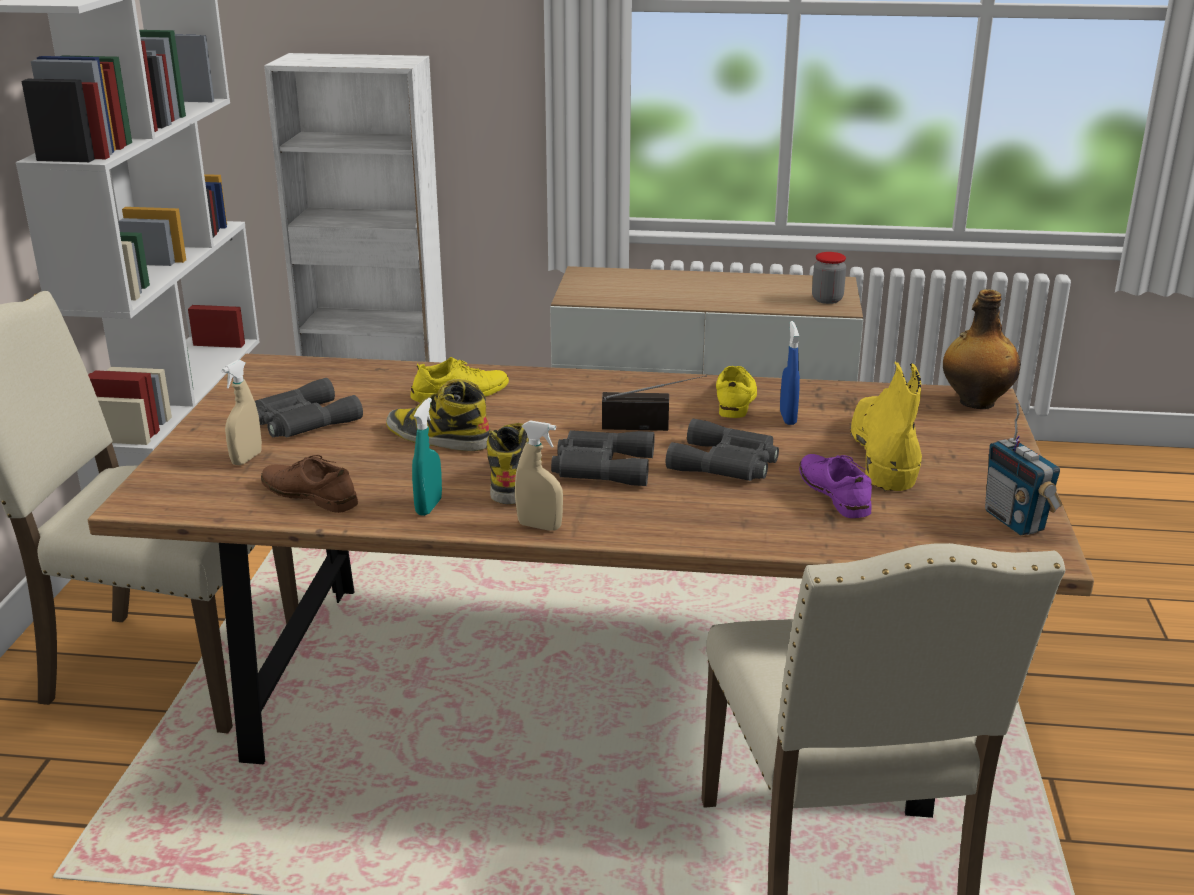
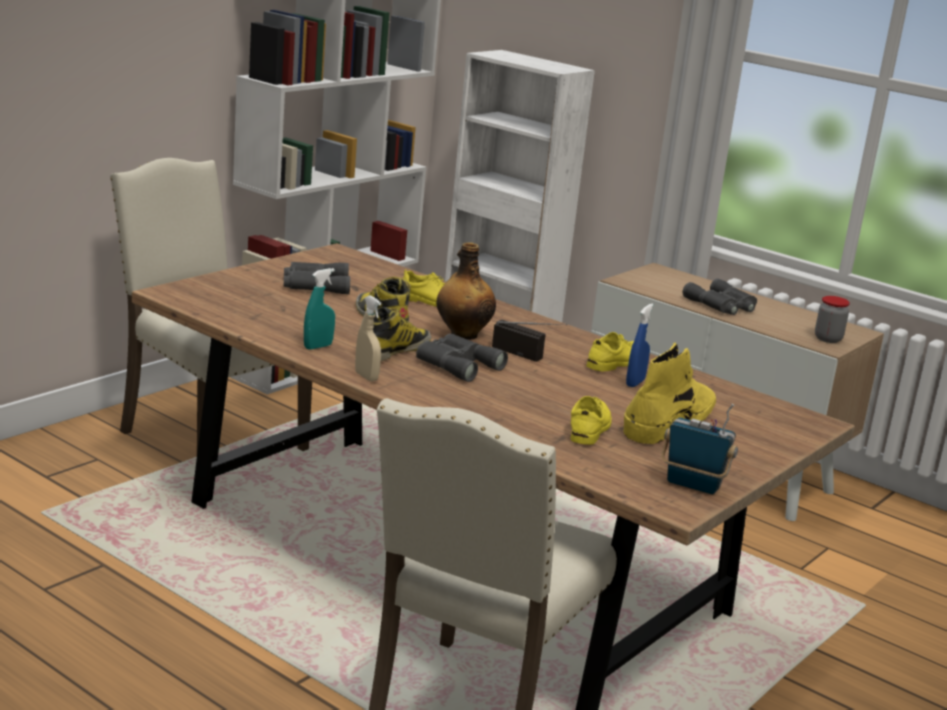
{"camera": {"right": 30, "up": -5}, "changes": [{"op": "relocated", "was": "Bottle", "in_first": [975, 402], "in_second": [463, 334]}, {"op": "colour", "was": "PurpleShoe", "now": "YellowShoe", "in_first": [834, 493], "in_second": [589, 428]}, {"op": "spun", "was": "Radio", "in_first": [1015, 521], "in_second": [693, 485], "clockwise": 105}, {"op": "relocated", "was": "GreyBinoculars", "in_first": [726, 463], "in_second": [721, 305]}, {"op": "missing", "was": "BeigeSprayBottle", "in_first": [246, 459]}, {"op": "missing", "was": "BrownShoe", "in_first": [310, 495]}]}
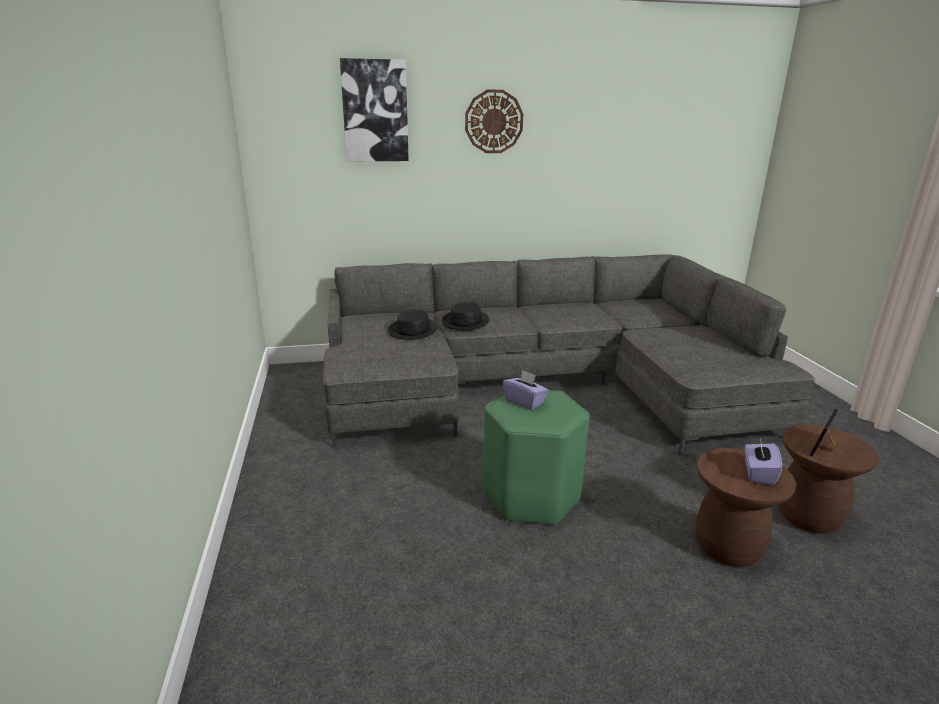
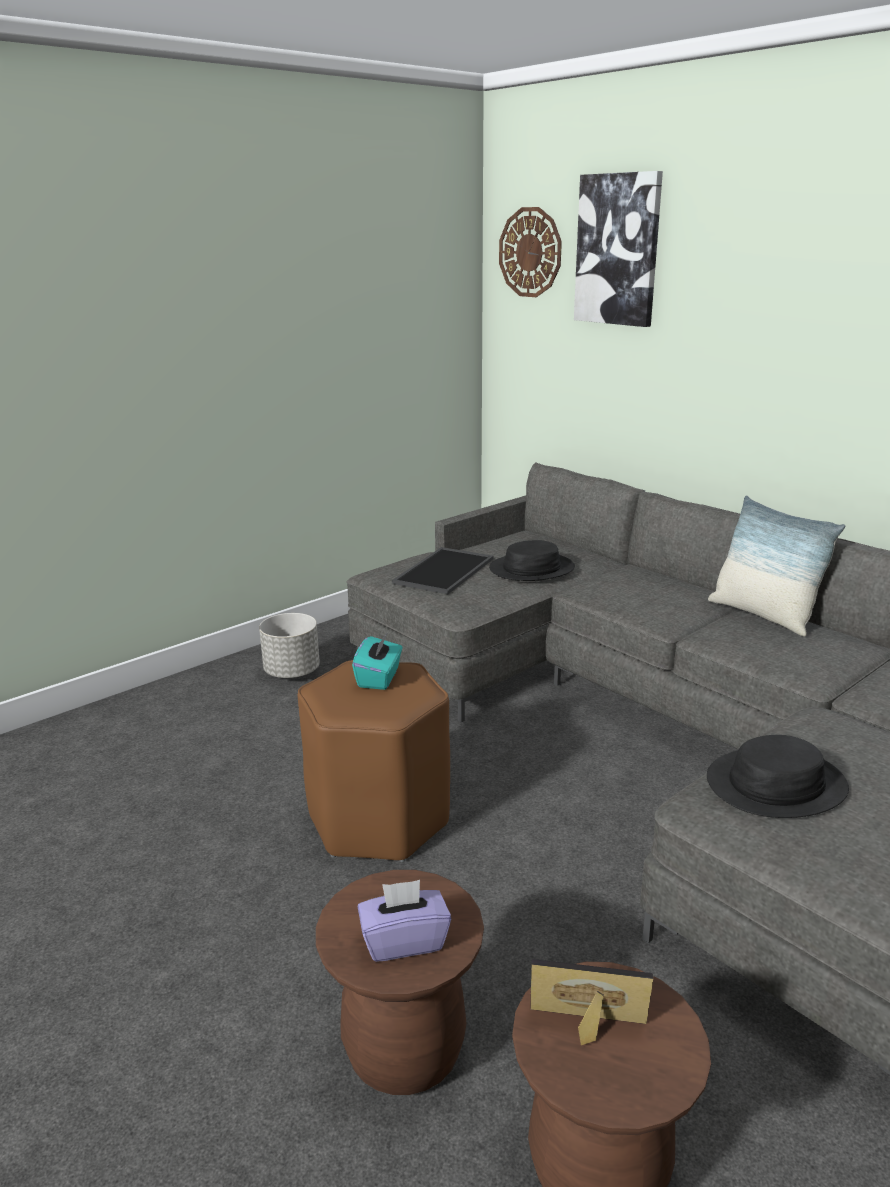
{"camera": {"right": 60, "up": 0}, "changes": [{"op": "appeared", "now": "GreyPlanter", "in_second": [292, 672]}, {"op": "colour", "was": "GreenStool", "now": "BrownStool", "in_first": [530, 496], "in_second": [379, 819]}, {"op": "colour", "was": "PurpleTissueBox", "now": "TurquoiseTissueBox", "in_first": [524, 402], "in_second": [379, 678]}, {"op": "appeared", "now": "Tray", "in_second": [443, 570]}, {"op": "relocated", "was": "WallClock", "in_first": [494, 121], "in_second": [530, 252]}, {"op": "relocated", "was": "BlackHat", "in_first": [465, 321], "in_second": [776, 785]}, {"op": "appeared", "now": "Pillow", "in_second": [763, 615]}]}
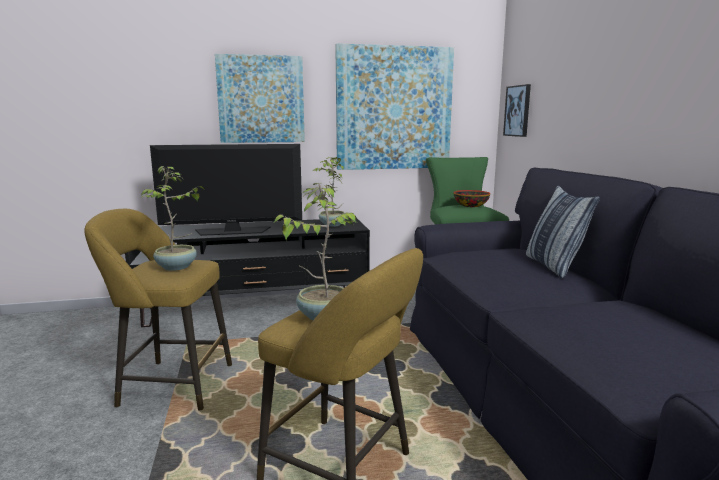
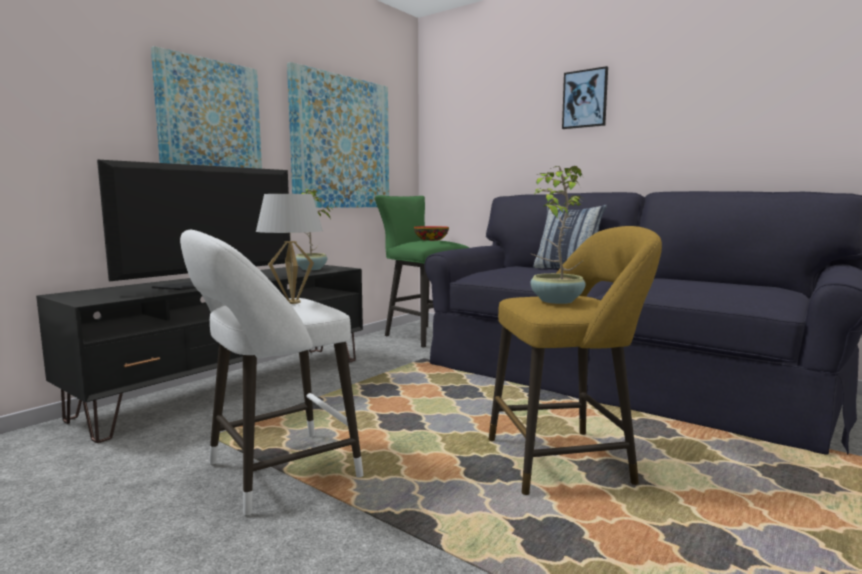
{"camera": {"right": -40, "up": -5}, "changes": [{"op": "colour", "was": "YellowStool", "now": "WhiteStool", "in_first": [170, 385], "in_second": [274, 473]}, {"op": "exchanged", "was": "PottedPlant", "now": "WhiteTableLamp", "in_first": [177, 267], "in_second": [292, 302]}, {"op": "relocated", "was": "Picture", "in_first": [518, 111], "in_second": [585, 99]}]}
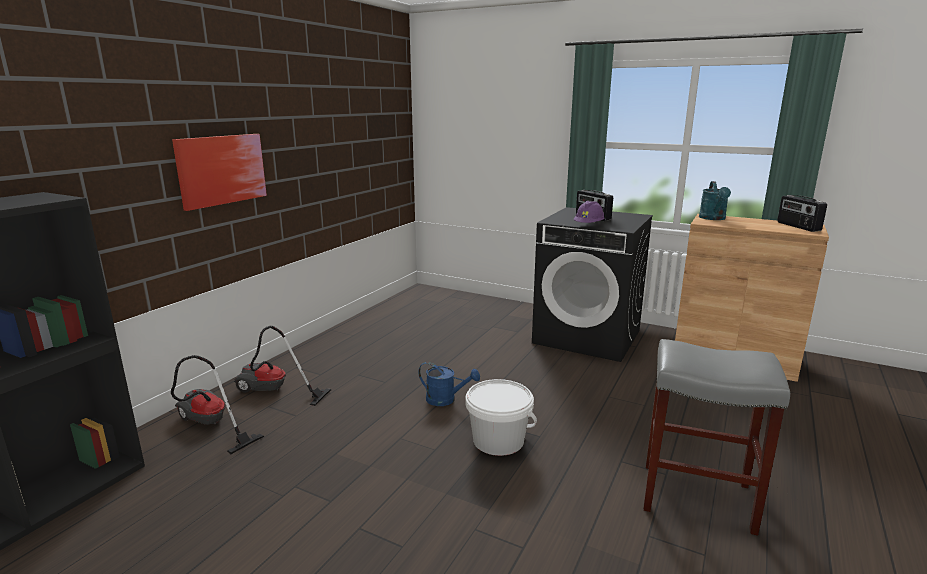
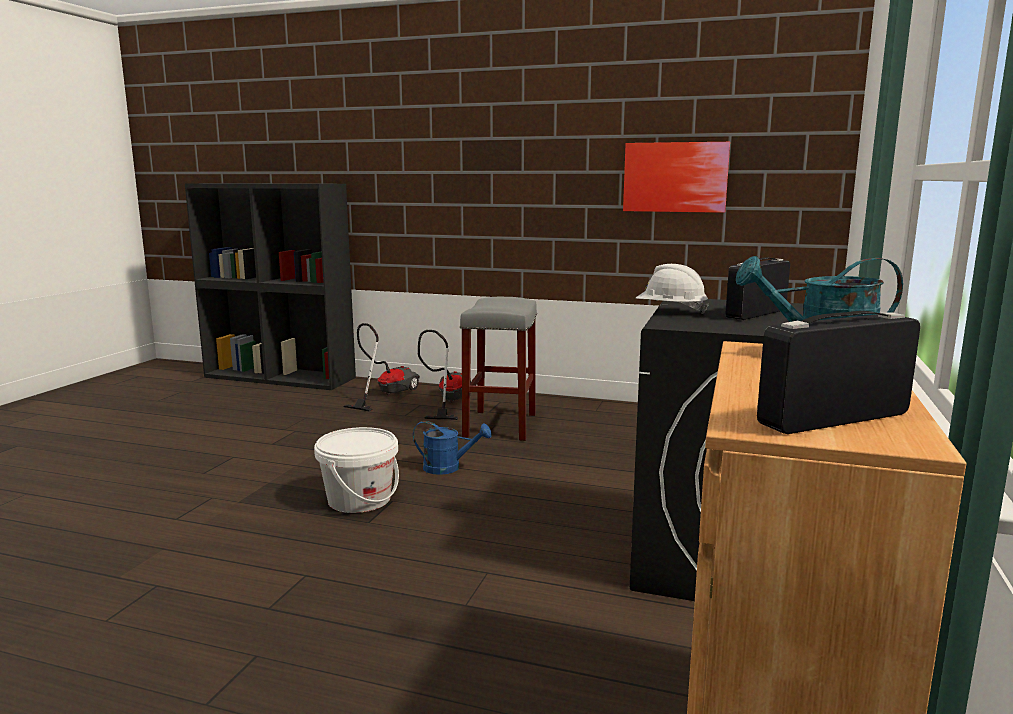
{"camera": {"right": 80, "up": -5}, "changes": [{"op": "spun", "was": "BlueWateringCan", "in_first": [446, 400], "in_second": [448, 468], "clockwise": -90}, {"op": "relocated", "was": "GreyStool", "in_first": [695, 497], "in_second": [500, 425]}, {"op": "relocated", "was": "Picture", "in_first": [221, 170], "in_second": [675, 177]}, {"op": "colour", "was": "PurpleHardHat", "now": "WhiteHardHat", "in_first": [588, 225], "in_second": [670, 312]}]}
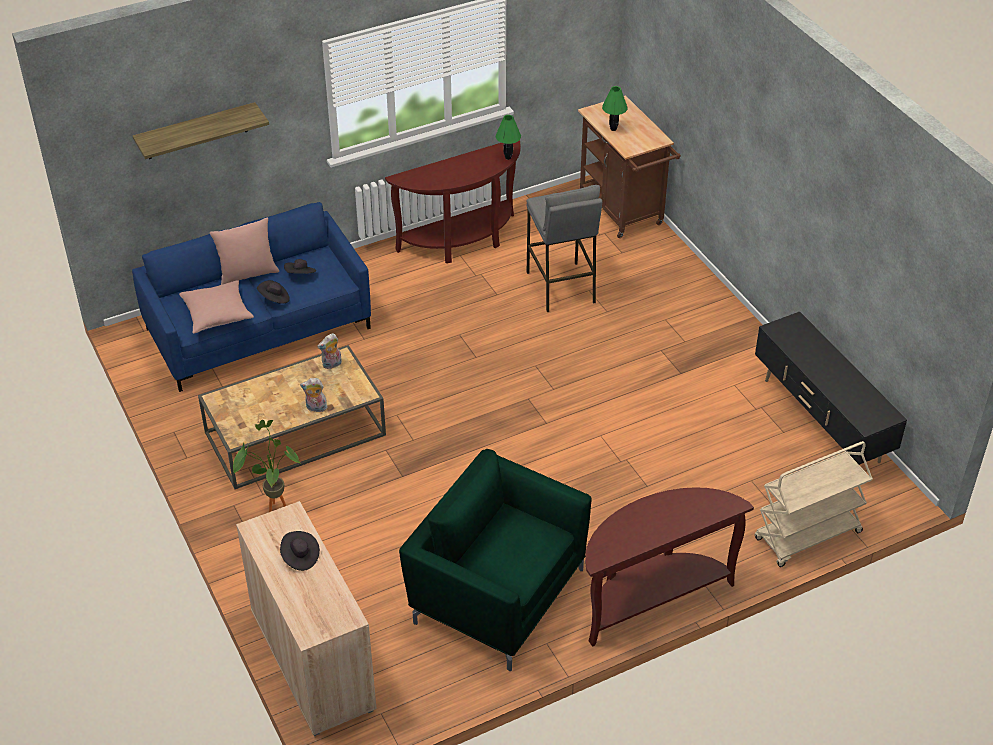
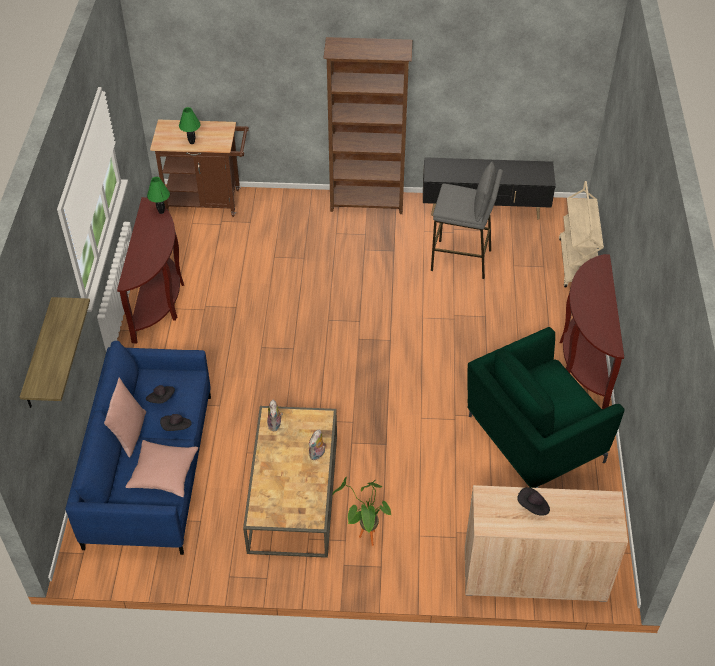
{"camera": {"right": -60, "up": 5}, "changes": [{"op": "appeared", "now": "BrownBookcase", "in_second": [367, 203]}, {"op": "relocated", "was": "GreyStool", "in_first": [561, 287], "in_second": [461, 260]}]}
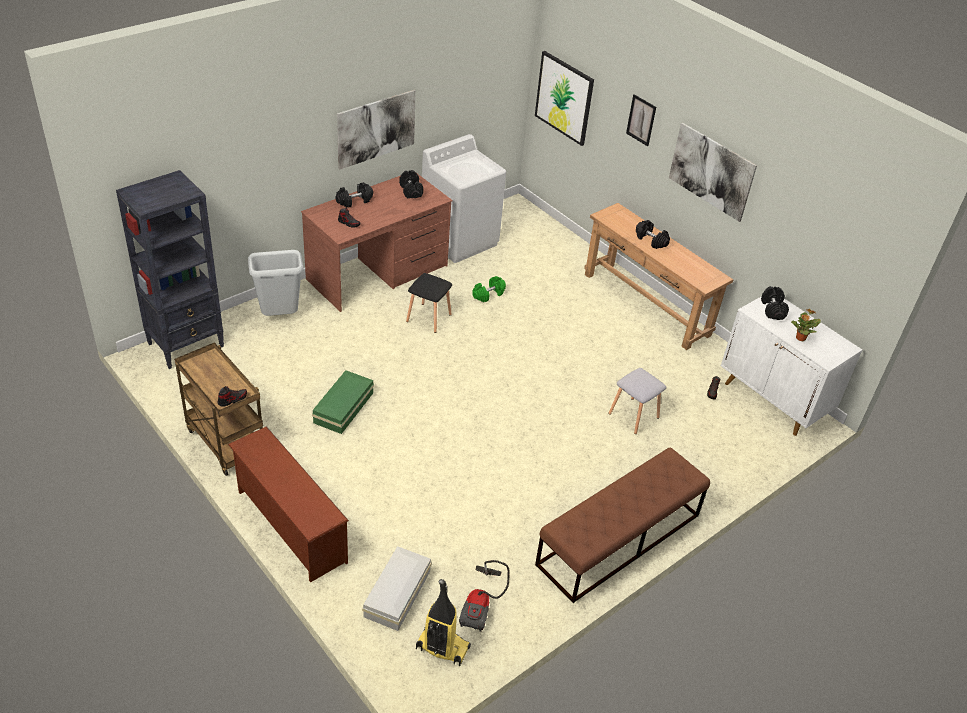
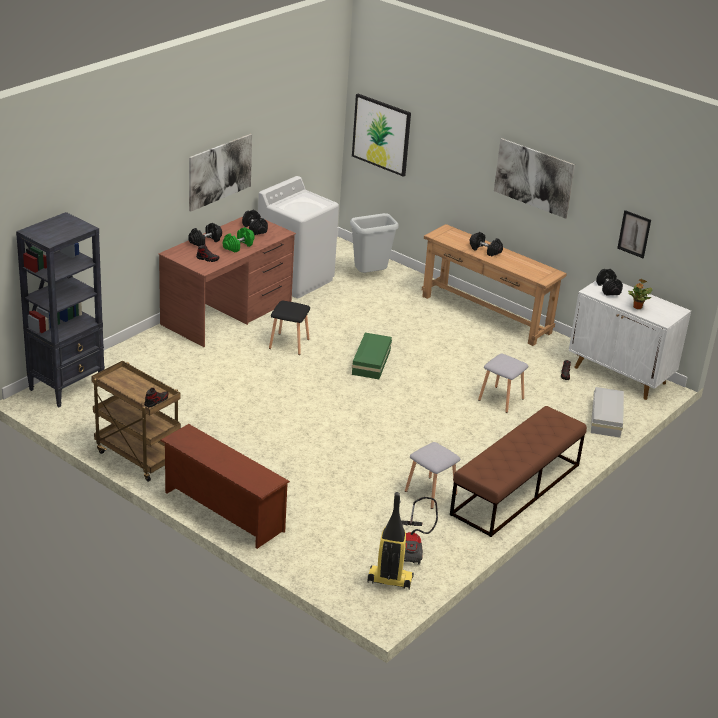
{"camera": {"right": -10, "up": -10}, "changes": [{"op": "relocated", "was": "GreenDumbbell", "in_first": [488, 295], "in_second": [238, 246]}, {"op": "relocated", "was": "GreyTrashCan", "in_first": [280, 316], "in_second": [370, 275]}, {"op": "relocated", "was": "GreenStorageBox", "in_first": [345, 407], "in_second": [372, 362]}, {"op": "appeared", "now": "GreyStool", "in_second": [431, 492]}, {"op": "relocated", "was": "WhiteStorageBox", "in_first": [396, 594], "in_second": [605, 419]}, {"op": "relocated", "was": "Picture", "in_first": [641, 120], "in_second": [634, 234]}]}
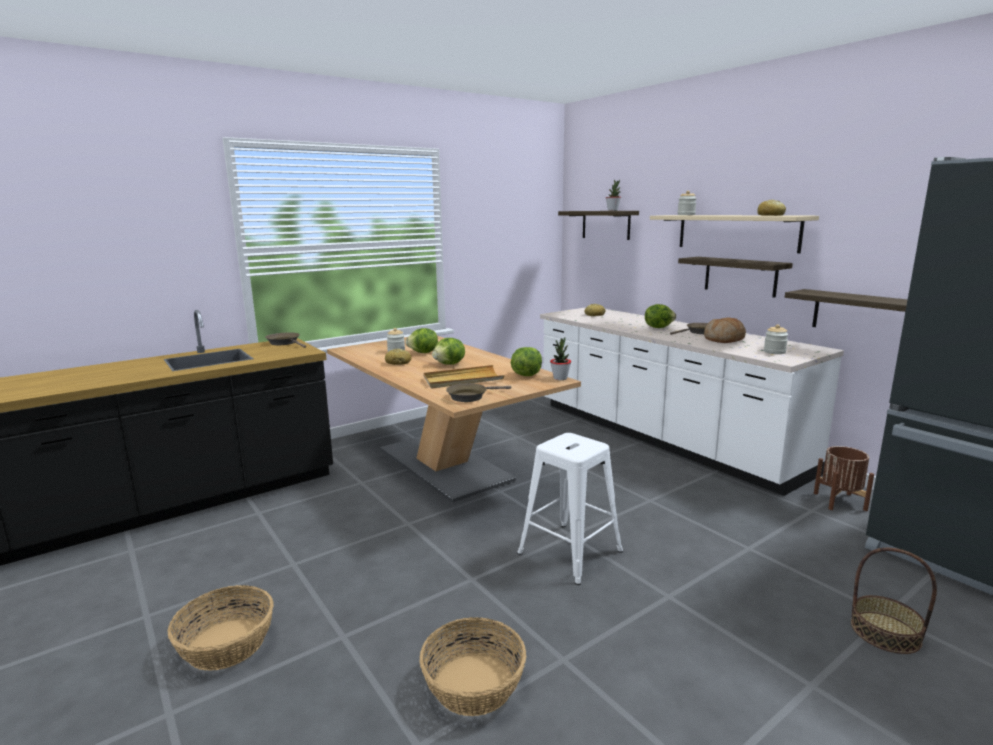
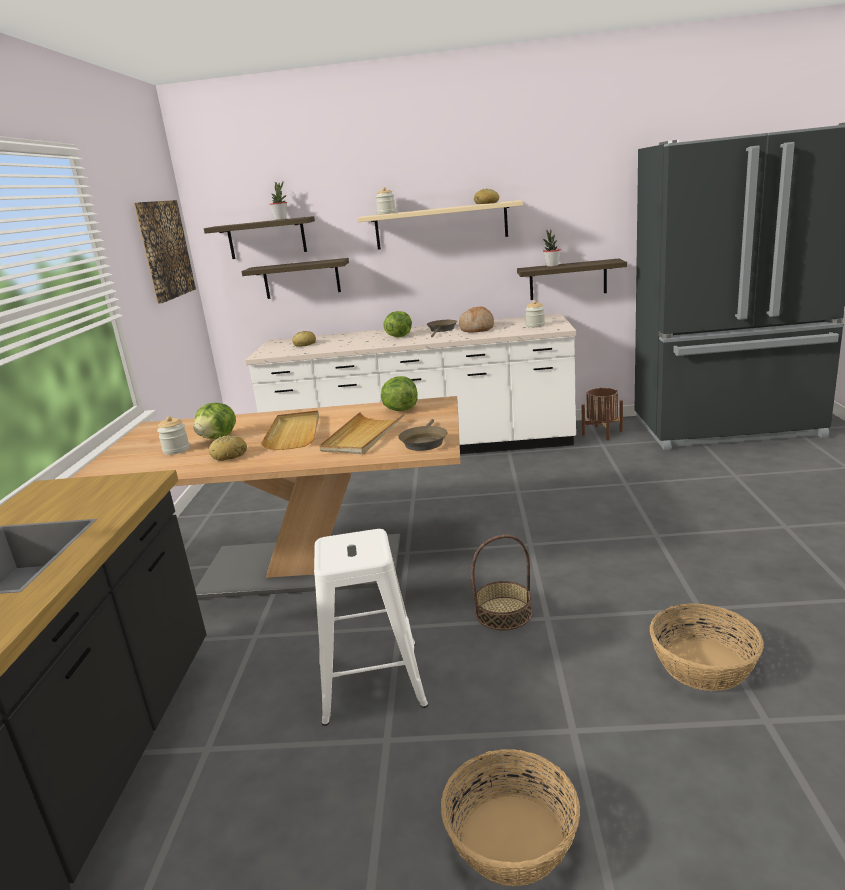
{"camera": {"right": -50, "up": 5}, "changes": [{"op": "appeared", "now": "Picture", "in_second": [164, 250]}, {"op": "relocated", "was": "Shelf", "in_first": [740, 276], "in_second": [301, 279]}, {"op": "exchanged", "was": "Lettuce", "now": "BeigeTray", "in_first": [450, 364], "in_second": [294, 433]}, {"op": "relocated", "was": "WhiteStool", "in_first": [570, 553], "in_second": [373, 681]}, {"op": "relocated", "was": "Basket", "in_first": [885, 632], "in_second": [503, 613]}, {"op": "relocated", "was": "PottedPlant", "in_first": [560, 378], "in_second": [552, 265]}, {"op": "missing", "was": "BrownFryingPan", "in_first": [285, 343]}]}
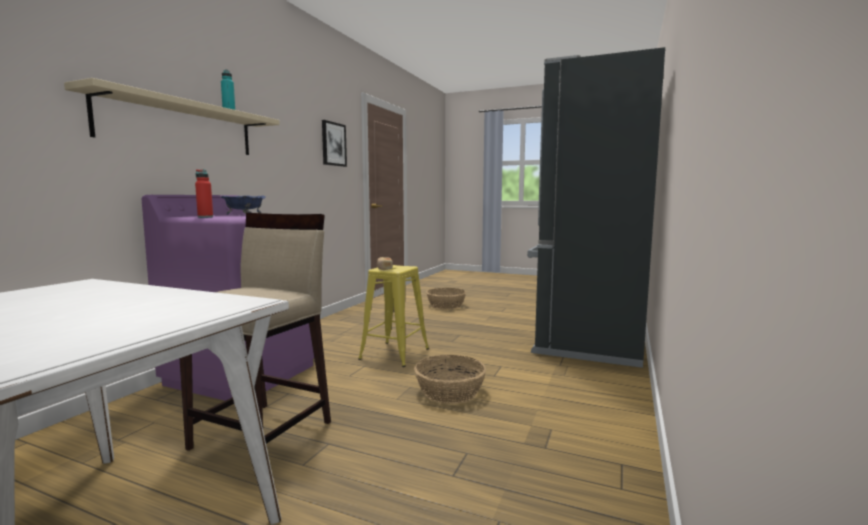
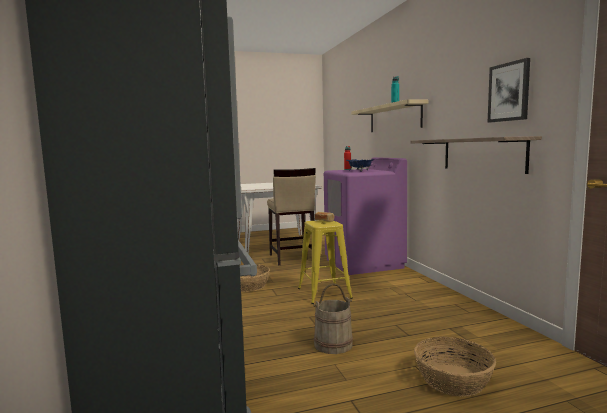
{"camera": {"right": 140, "up": 0}, "changes": [{"op": "appeared", "now": "BeigeBucket", "in_second": [333, 344]}, {"op": "appeared", "now": "Shelf", "in_second": [482, 154]}]}
